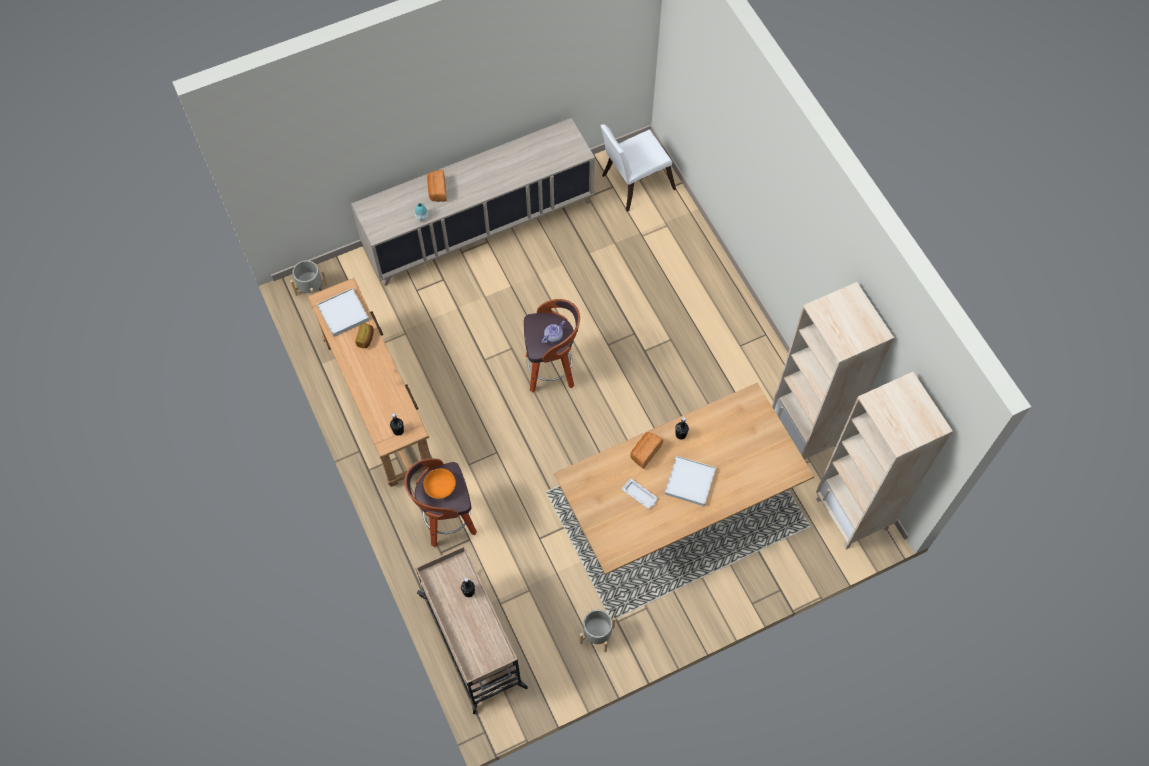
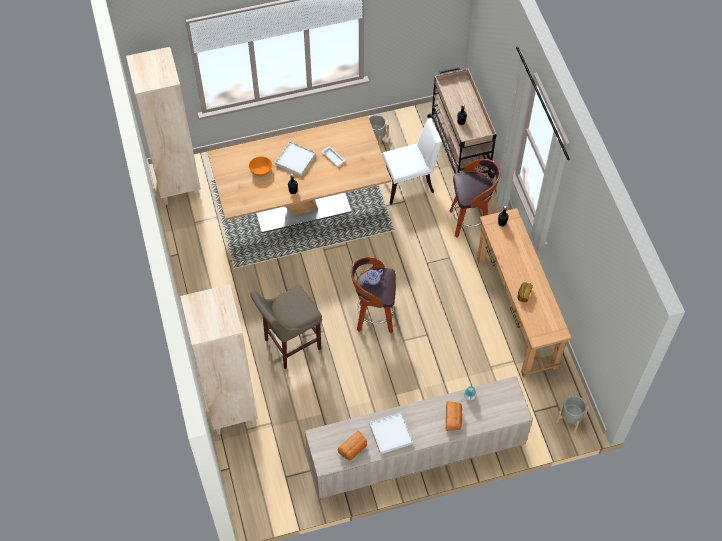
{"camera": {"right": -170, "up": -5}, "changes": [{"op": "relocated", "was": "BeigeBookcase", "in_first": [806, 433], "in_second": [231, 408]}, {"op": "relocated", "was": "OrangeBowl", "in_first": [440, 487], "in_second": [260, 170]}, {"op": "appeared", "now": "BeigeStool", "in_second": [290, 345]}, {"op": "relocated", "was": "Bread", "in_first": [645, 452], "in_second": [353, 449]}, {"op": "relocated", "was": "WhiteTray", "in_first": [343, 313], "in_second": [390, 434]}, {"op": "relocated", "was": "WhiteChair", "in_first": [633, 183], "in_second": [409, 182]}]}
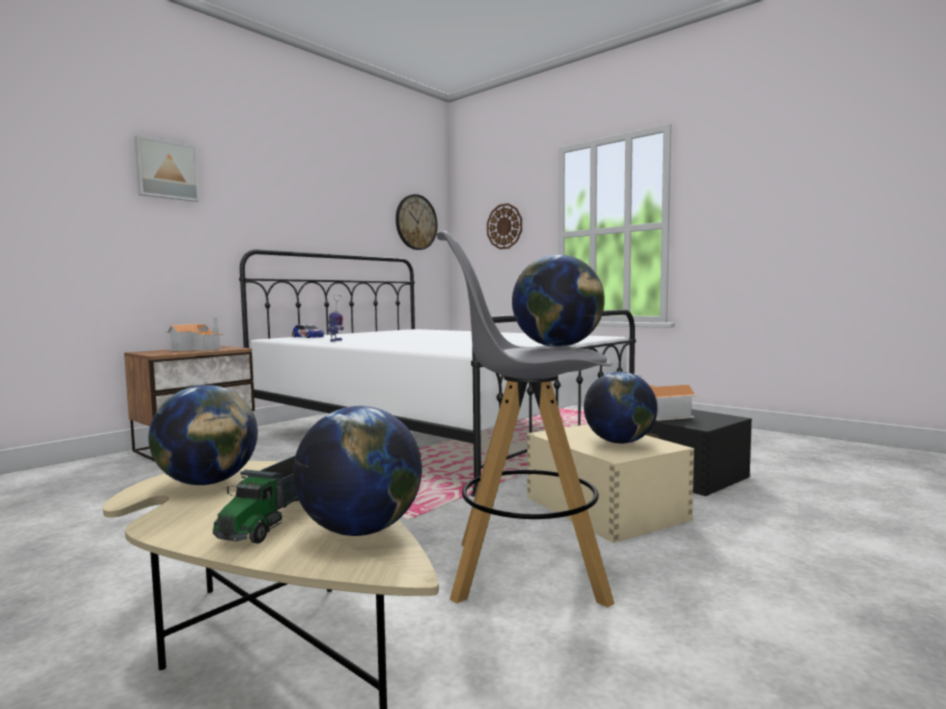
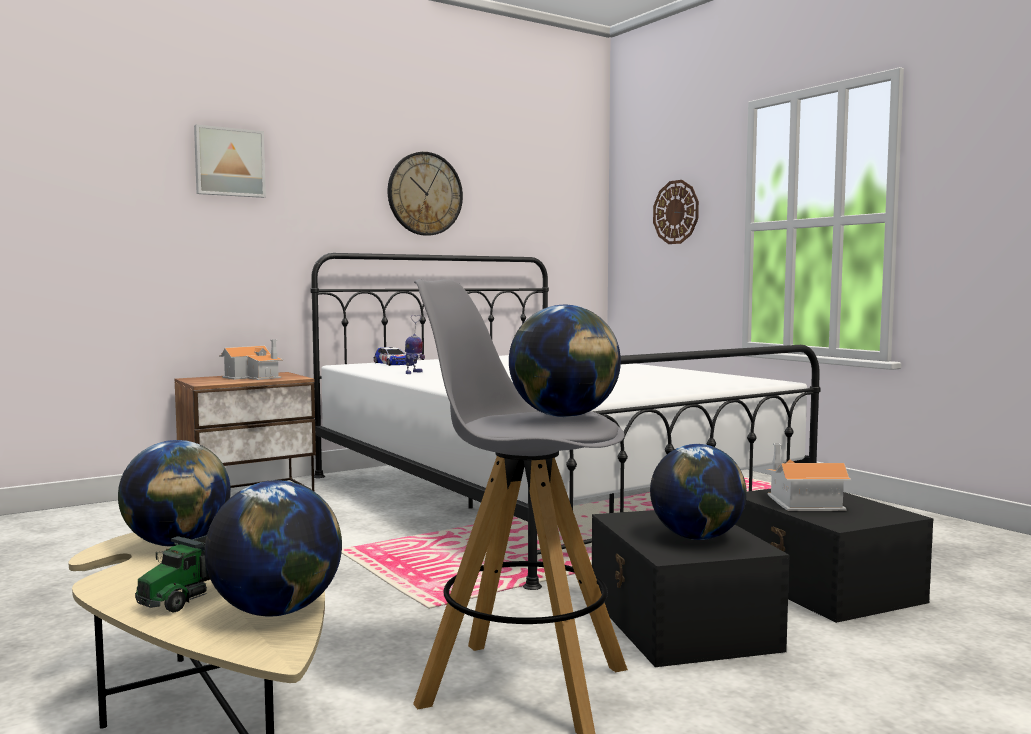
{"camera": {"right": 15, "up": 0}, "changes": [{"op": "relocated", "was": "WallClock", "in_first": [416, 222], "in_second": [425, 194]}, {"op": "colour", "was": "BeigeStorageBox", "now": "BlackStorageBox", "in_first": [605, 508], "in_second": [681, 623]}]}
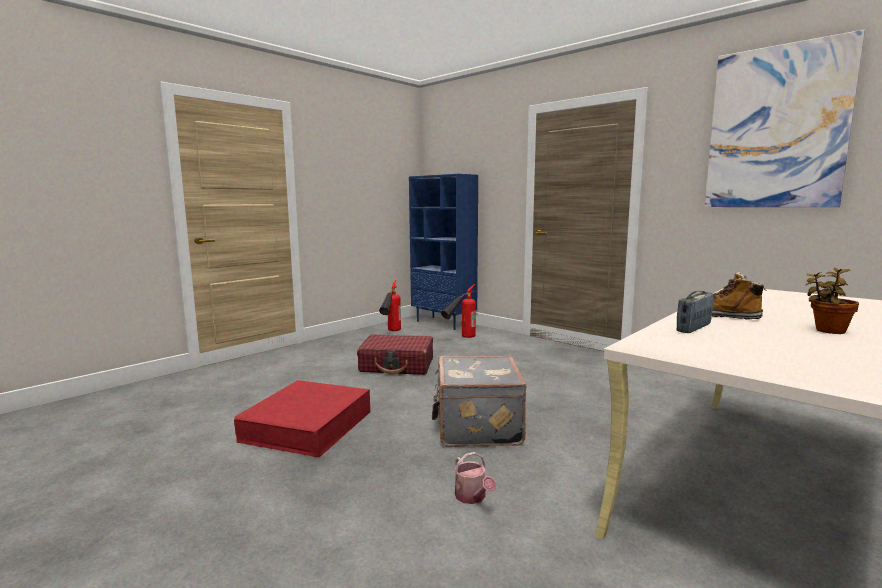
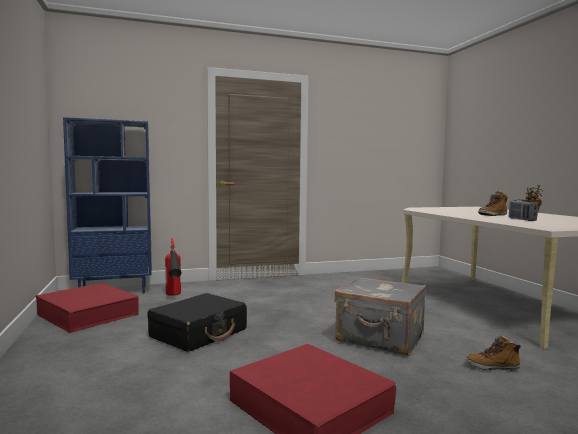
{"camera": {"right": -60, "up": -5}, "changes": [{"op": "exchanged", "was": "FireExtinguisher", "now": "RedStorageBox", "in_first": [391, 332], "in_second": [87, 314]}, {"op": "colour", "was": "RedSuitcase", "now": "BlackSuitcase", "in_first": [397, 365], "in_second": [199, 333]}, {"op": "exchanged", "was": "WateringCan", "now": "Boot", "in_first": [472, 497], "in_second": [492, 367]}, {"op": "missing", "was": "Picture", "in_first": [776, 128]}]}
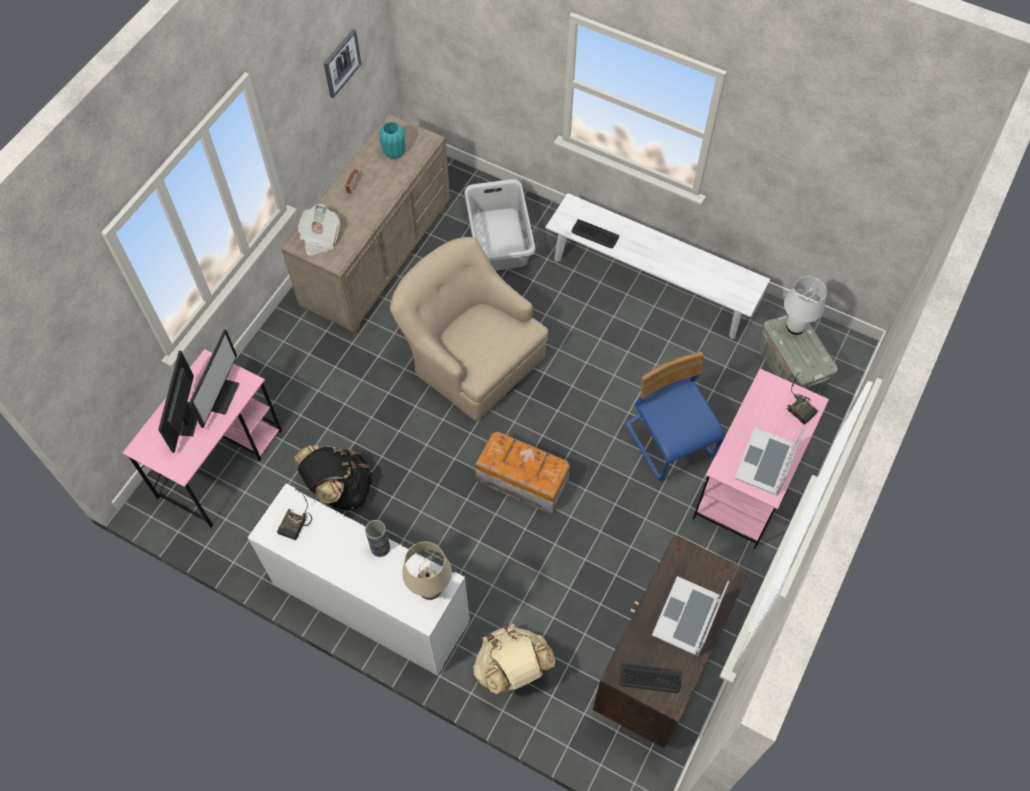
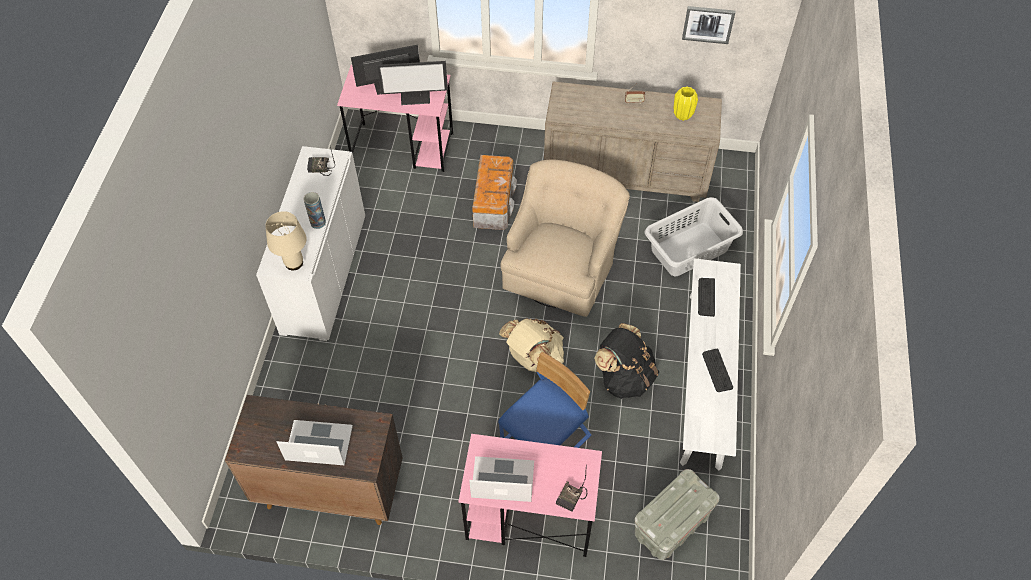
{"camera": {"right": 70, "up": -5}, "changes": [{"op": "relocated", "was": "StorageBox", "in_first": [522, 480], "in_second": [494, 202]}, {"op": "relocated", "was": "BeigeBackpack", "in_first": [512, 669], "in_second": [533, 358]}, {"op": "relocated", "was": "BlackBackpack", "in_first": [339, 488], "in_second": [625, 377]}, {"op": "colour", "was": "TurquoiseVase", "now": "YellowVase", "in_first": [394, 153], "in_second": [683, 115]}, {"op": "relocated", "was": "Keyboard", "in_first": [650, 678], "in_second": [717, 370]}, {"op": "missing", "was": "Newspaper", "in_first": [319, 238]}, {"op": "missing", "was": "WhiteTableLamp", "in_first": [795, 327]}]}
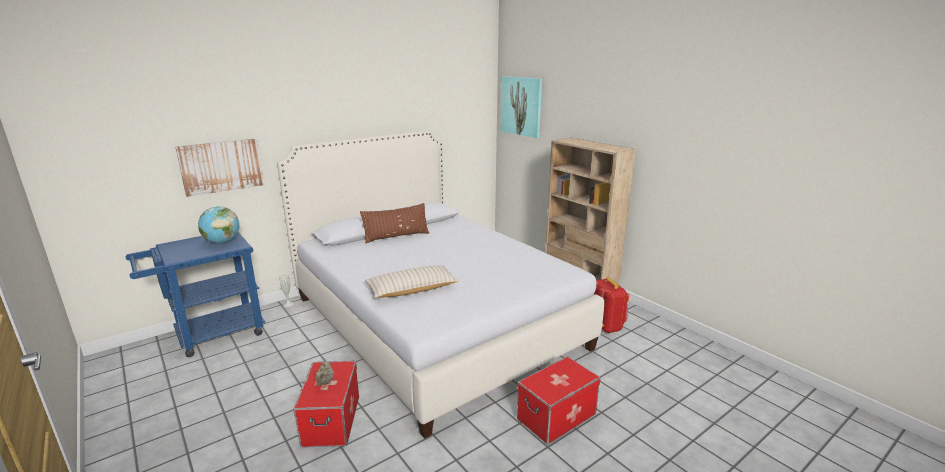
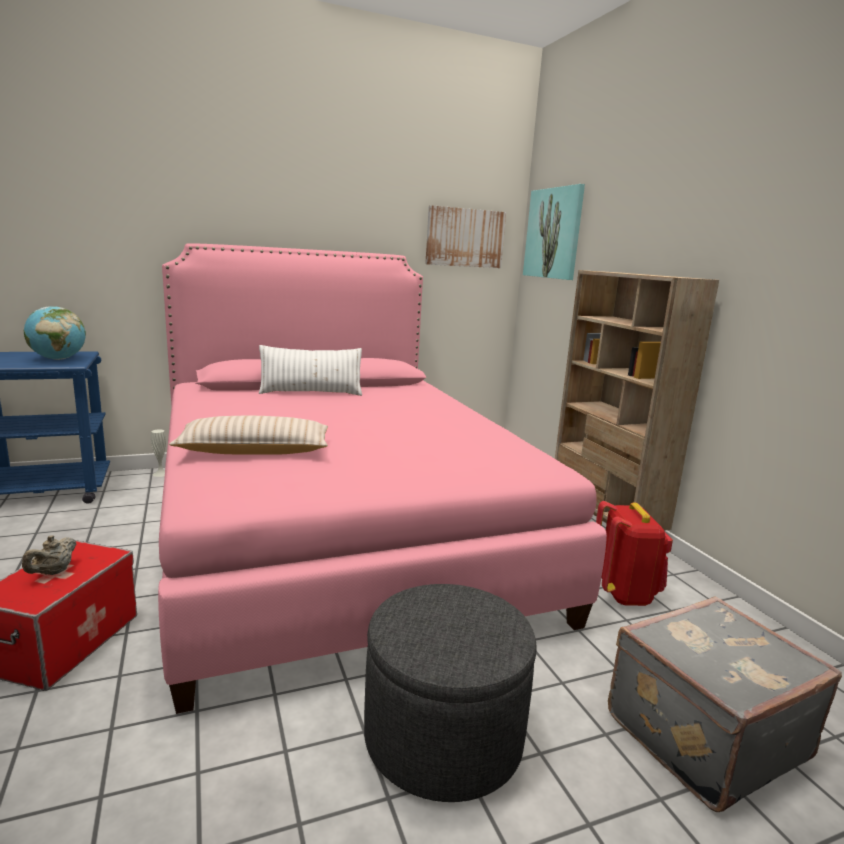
{"camera": {"right": 15, "up": -5}, "changes": [{"op": "colour", "was": "WhiteBed", "now": "PinkBed", "in_first": [433, 322], "in_second": [336, 531]}, {"op": "colour", "was": "BrownPillow", "now": "WhitePillow", "in_first": [396, 236], "in_second": [311, 393]}, {"op": "exchanged", "was": "StorageBox", "now": "GreyOttoman", "in_first": [556, 416], "in_second": [443, 736]}, {"op": "relocated", "was": "Picture", "in_first": [221, 166], "in_second": [465, 238]}, {"op": "appeared", "now": "GreySuitcase", "in_second": [701, 734]}]}
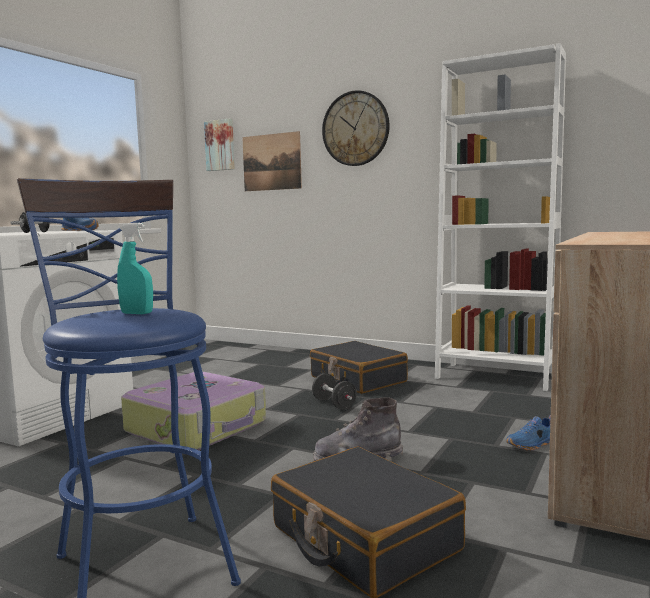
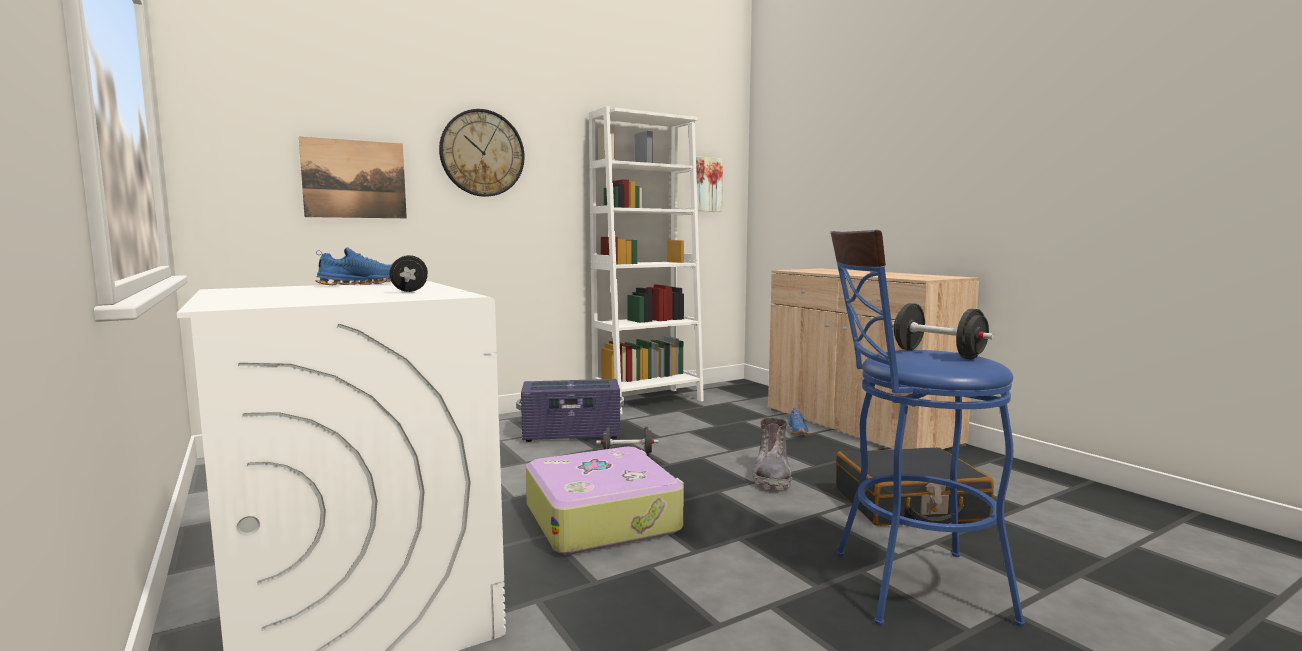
{"camera": {"right": -60, "up": 0}, "changes": [{"op": "exchanged", "was": "BlackSuitcase", "now": "PurpleStorageBox", "in_first": [357, 379], "in_second": [571, 434]}, {"op": "relocated", "was": "Picture", "in_first": [220, 145], "in_second": [705, 184]}, {"op": "exchanged", "was": "TurquoiseSprayBottle", "now": "BlackDumbbell", "in_first": [137, 313], "in_second": [938, 354]}]}
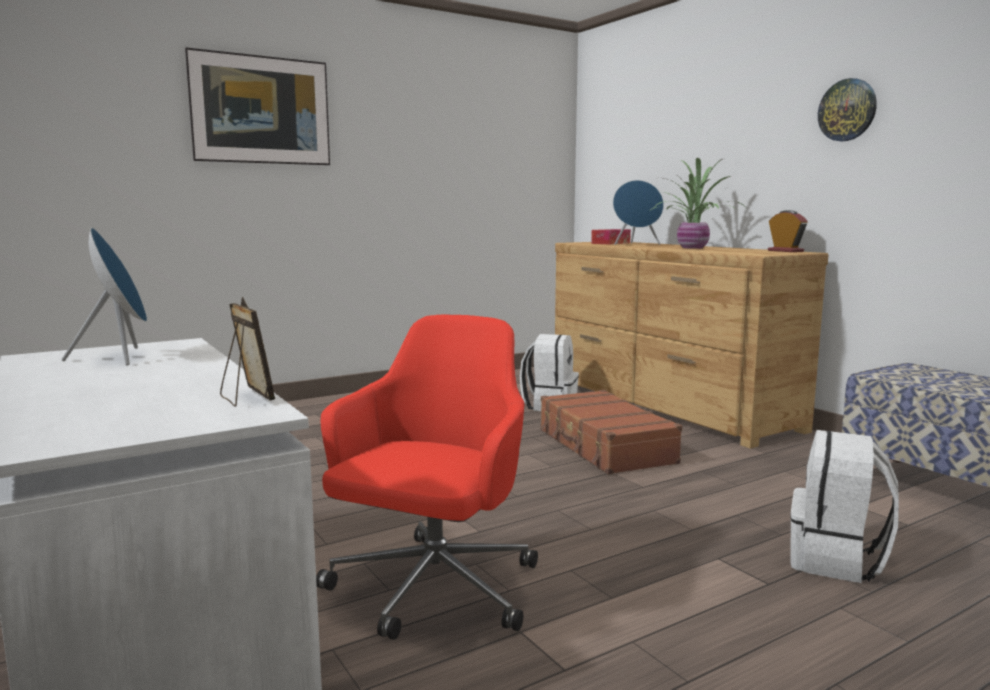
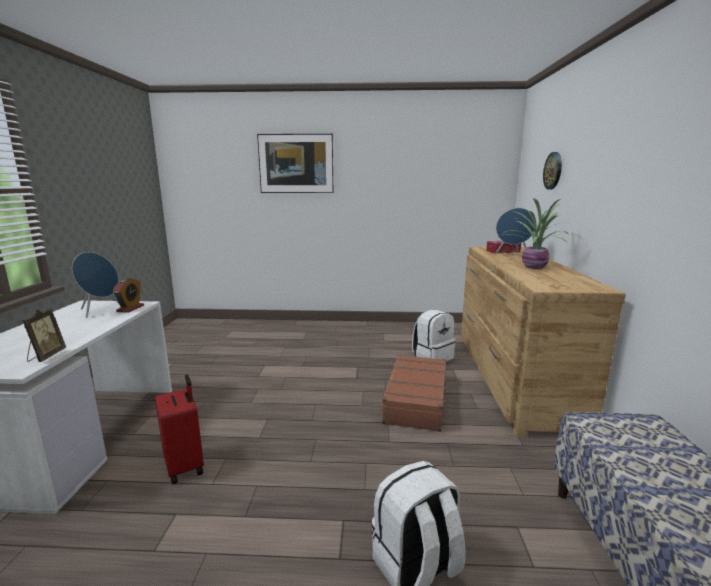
{"camera": {"right": 35, "up": 5}, "changes": [{"op": "relocated", "was": "AlarmClock", "in_first": [785, 251], "in_second": [130, 308]}, {"op": "exchanged", "was": "RedOfficeChair", "now": "RedSuitcase", "in_first": [432, 590], "in_second": [185, 466]}, {"op": "relocated", "was": "WallClock", "in_first": [847, 110], "in_second": [553, 171]}]}
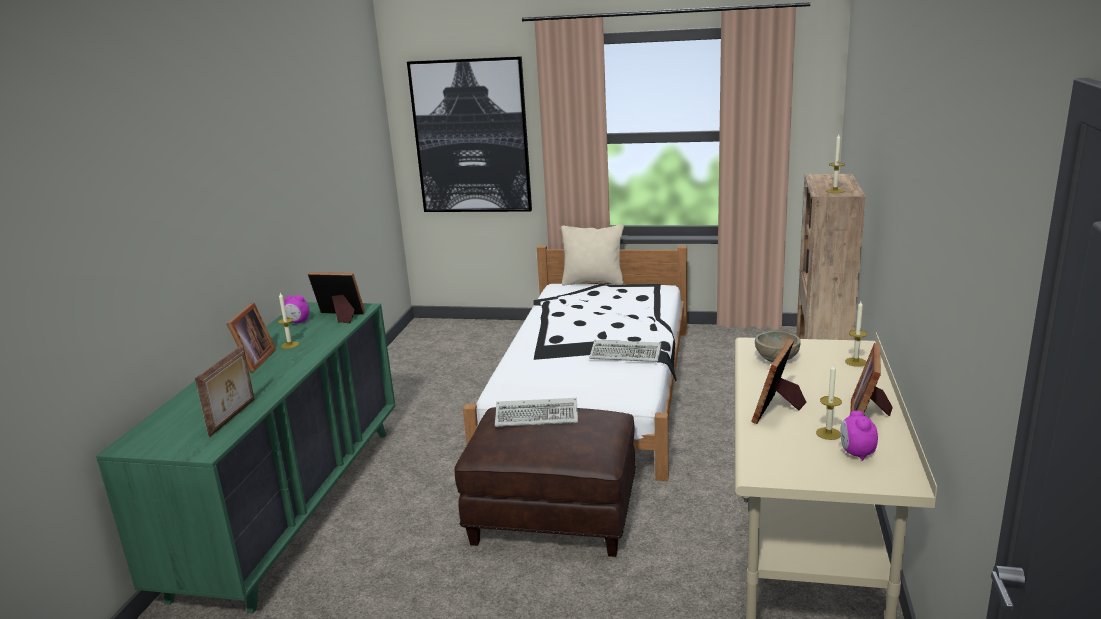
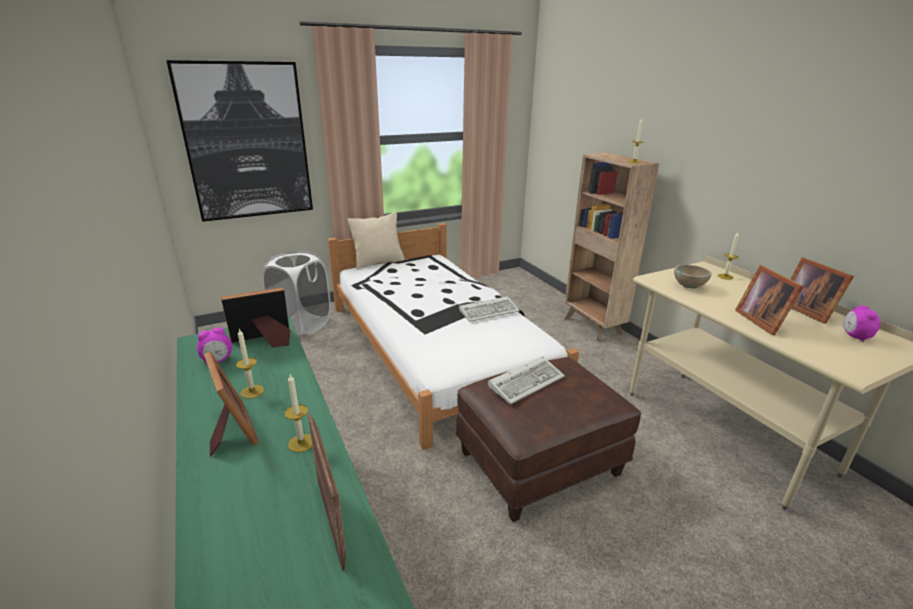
{"camera": {"right": -40, "up": 5}, "changes": [{"op": "appeared", "now": "WhiteLaundryBasket", "in_second": [302, 325]}, {"op": "relocated", "was": "Candle", "in_first": [828, 433], "in_second": [301, 443]}, {"op": "spun", "was": "AlarmClock", "in_first": [856, 453], "in_second": [855, 337], "clockwise": 45}]}
